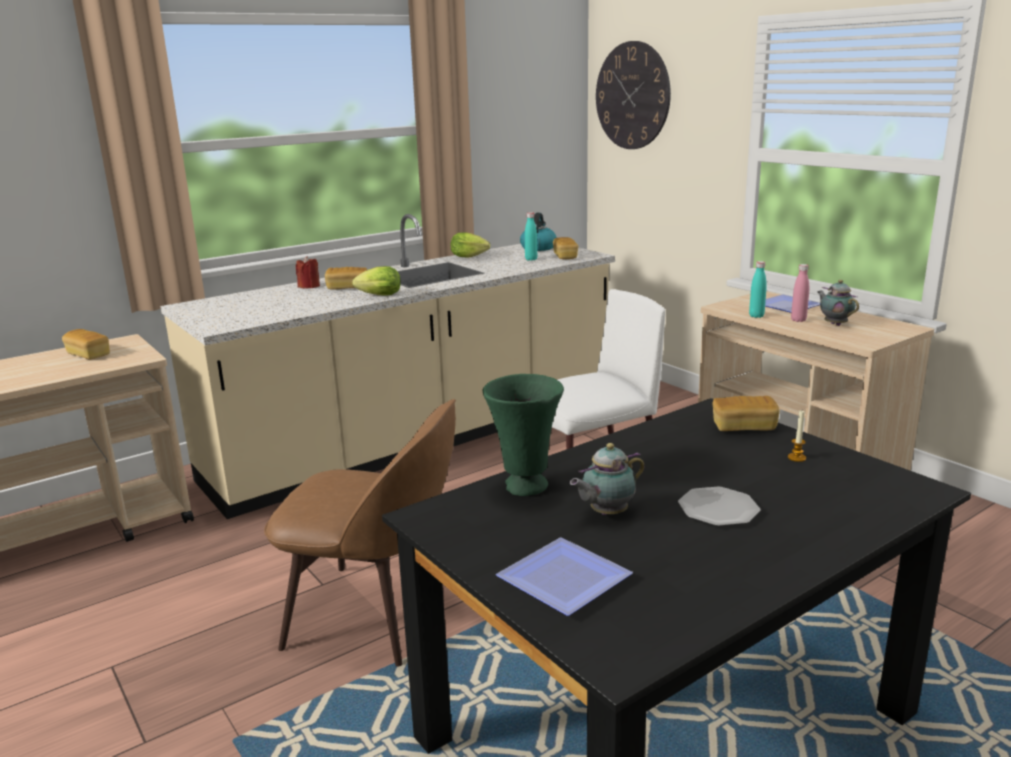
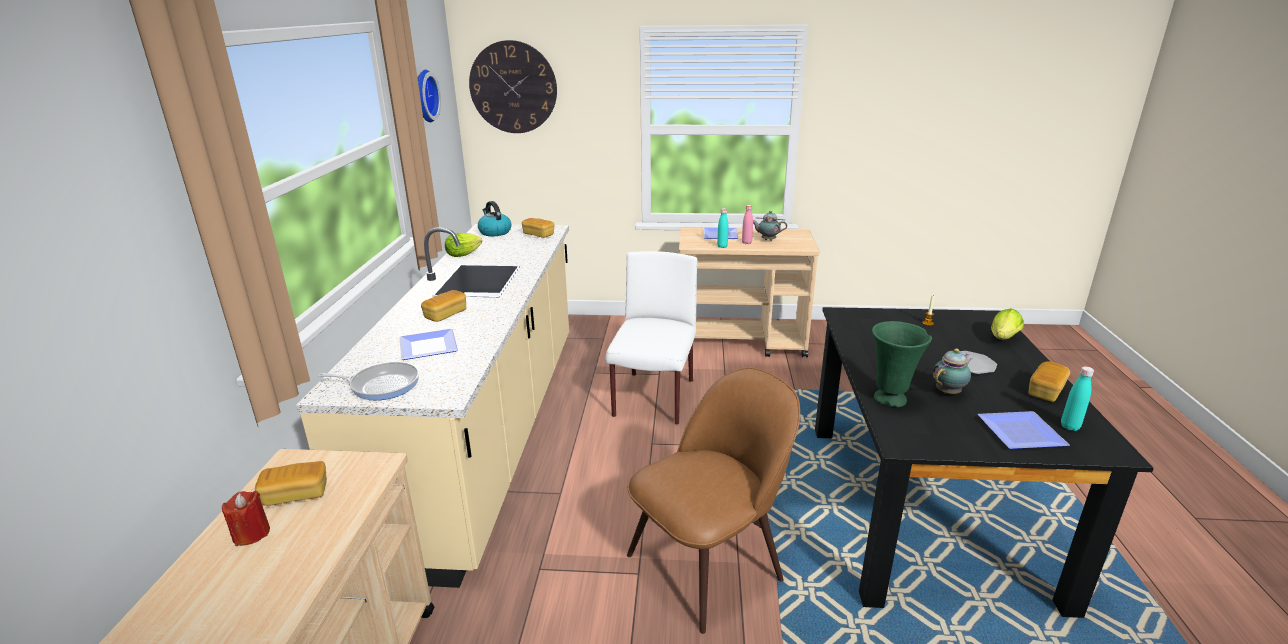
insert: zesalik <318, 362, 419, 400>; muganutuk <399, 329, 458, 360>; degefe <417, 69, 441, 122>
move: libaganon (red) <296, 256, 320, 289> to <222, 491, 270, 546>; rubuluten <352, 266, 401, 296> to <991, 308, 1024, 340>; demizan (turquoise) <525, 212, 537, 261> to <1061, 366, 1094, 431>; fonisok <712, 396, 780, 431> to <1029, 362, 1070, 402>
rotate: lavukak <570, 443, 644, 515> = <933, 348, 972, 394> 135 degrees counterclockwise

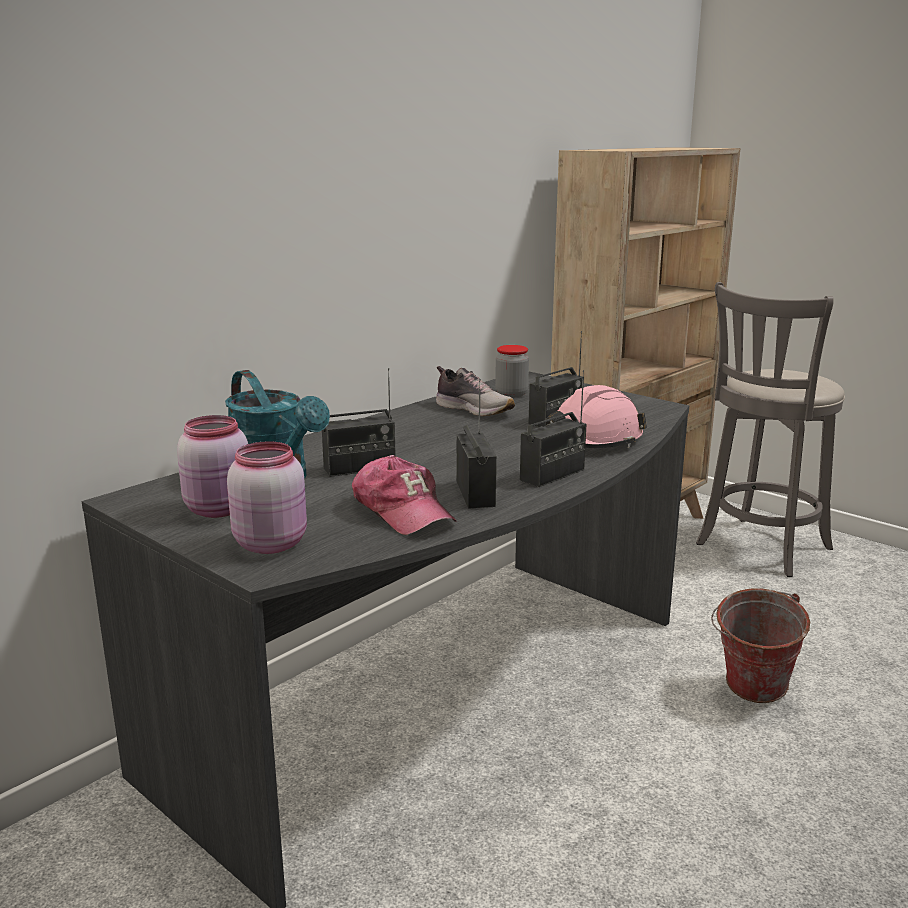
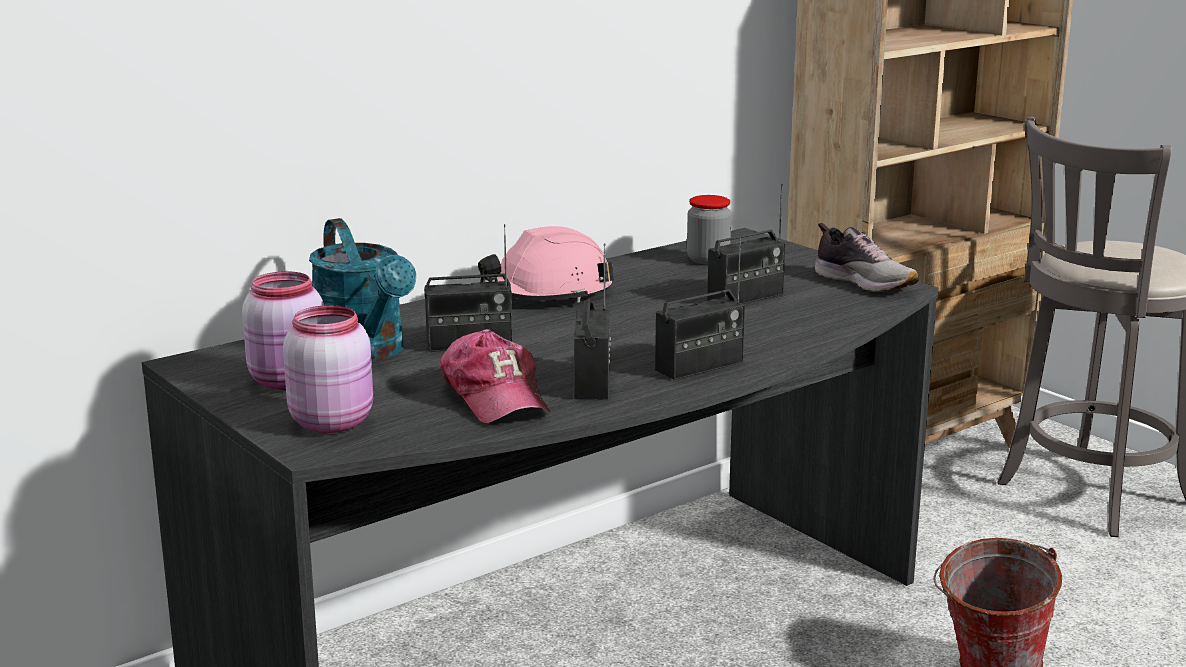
move: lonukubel <436, 366, 515, 416> to <815, 223, 919, 292>; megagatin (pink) <545, 385, 647, 448> to <478, 226, 614, 303>

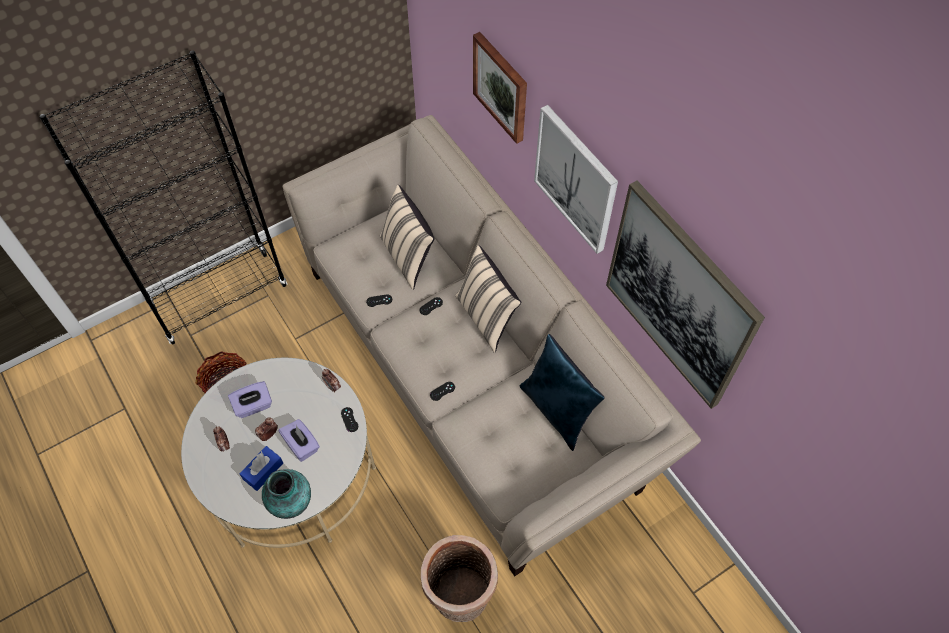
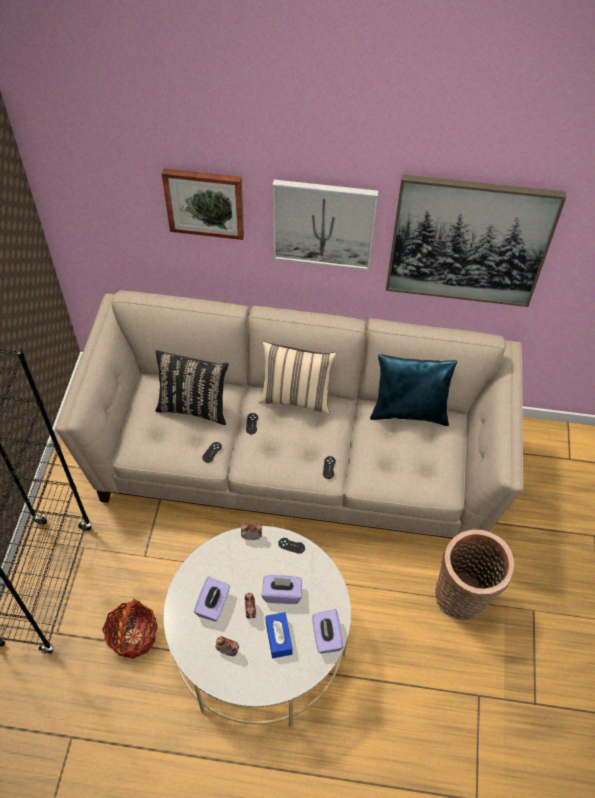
replace: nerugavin <262, 469, 311, 519> to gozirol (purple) <312, 609, 343, 654>
recolor: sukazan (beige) <380, 185, 434, 290> to sukazan (black) <155, 350, 229, 425>

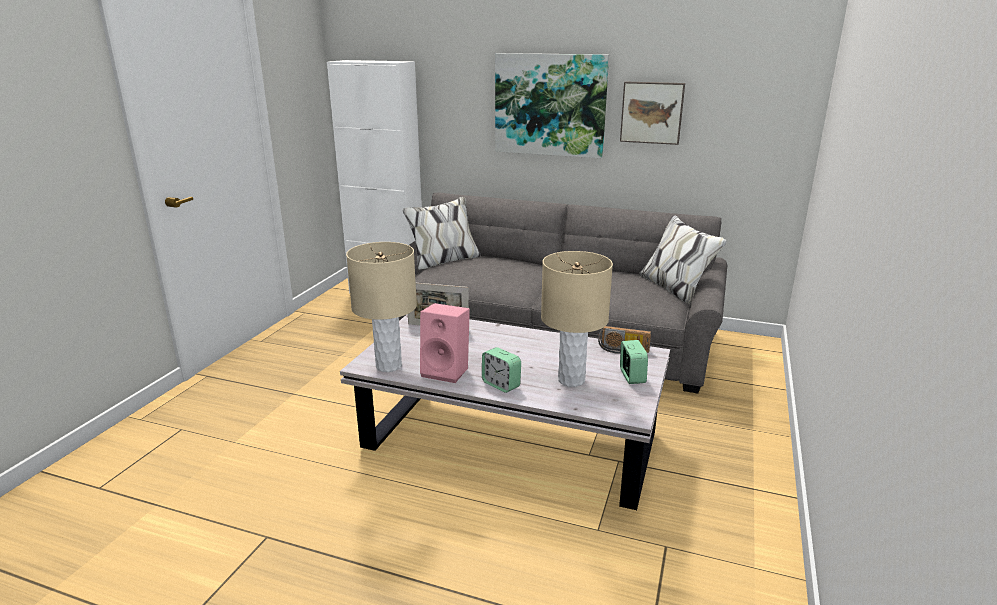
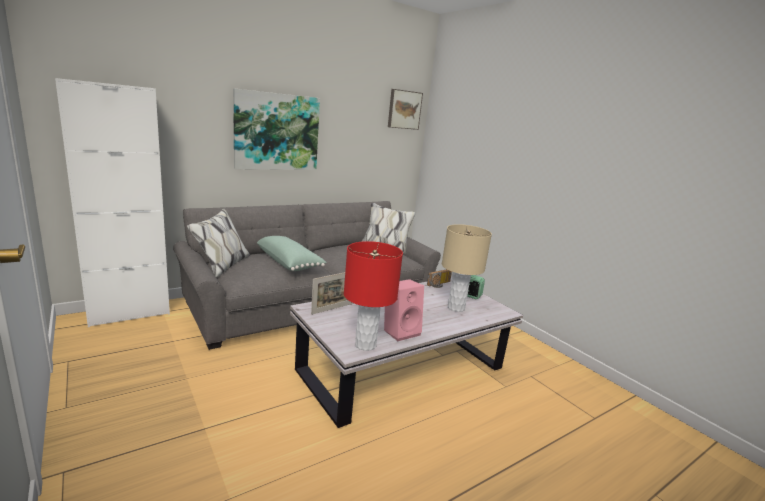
delete: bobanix <482, 347, 521, 393>
insert: sukazan (green) <257, 236, 326, 271>
move: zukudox <620, 81, 685, 145> to <388, 89, 423, 130>
recolor: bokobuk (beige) <346, 242, 417, 372> to bokobuk (red) <344, 241, 403, 351>

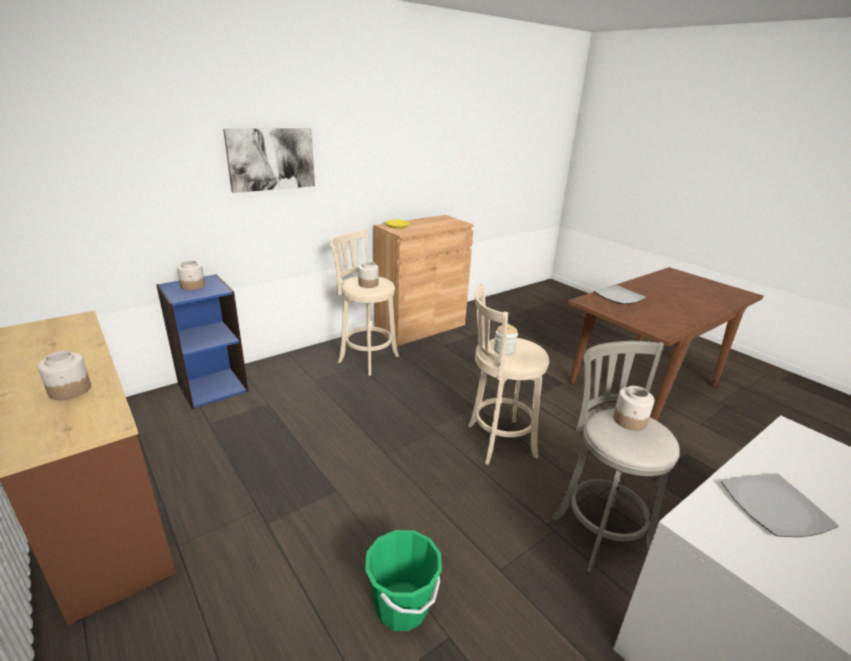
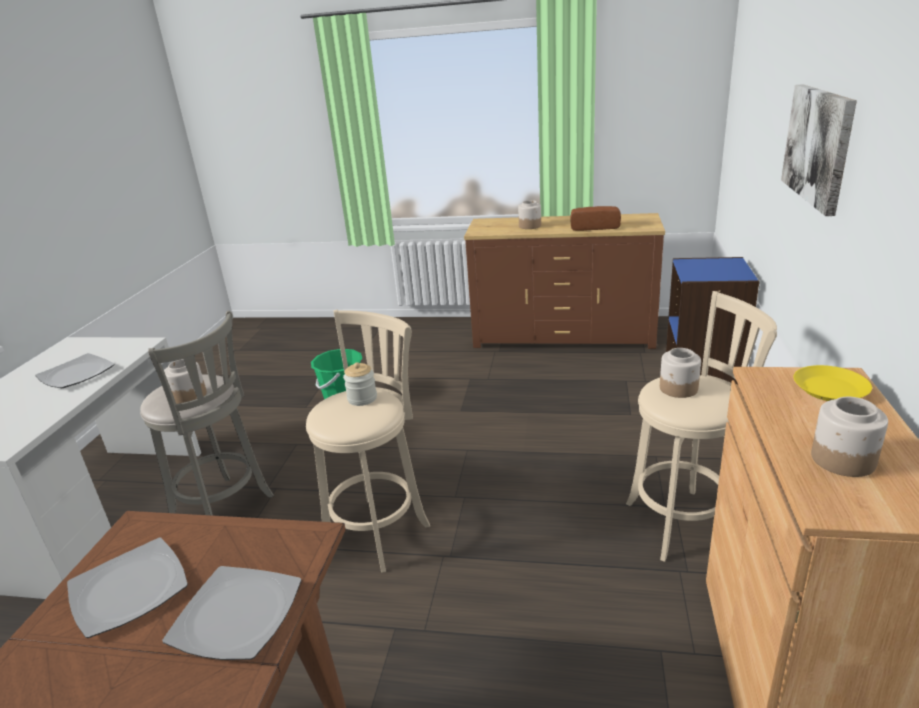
insert: muganutuk <67, 538, 188, 638>; fonisok <570, 206, 621, 231>
move: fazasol <177, 261, 205, 290> to <811, 397, 888, 477>

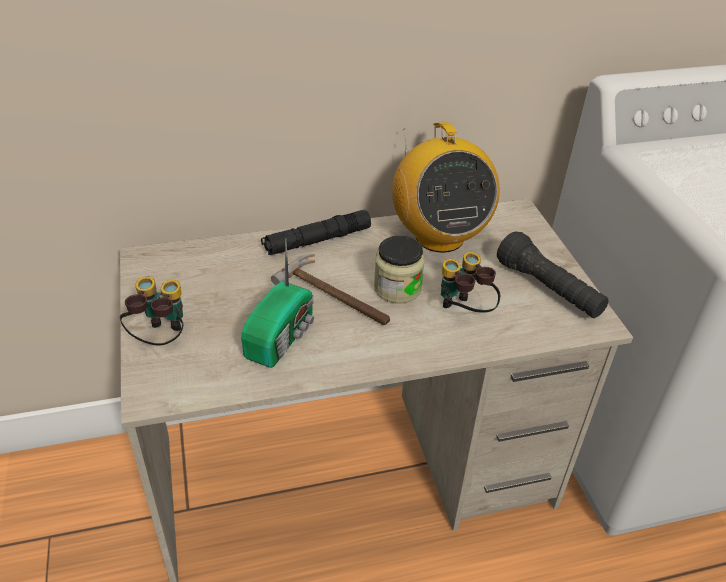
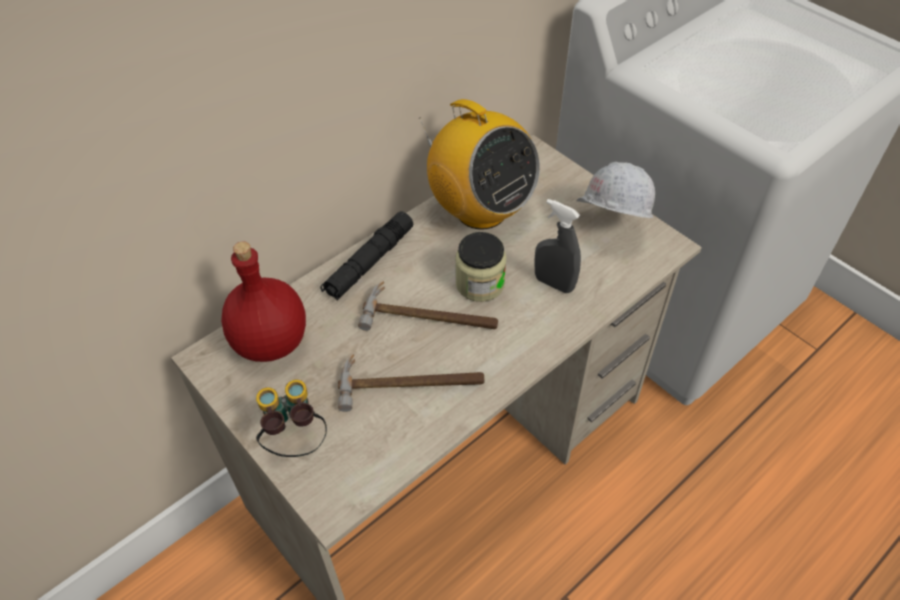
insert: demizan (red) <221, 242, 306, 362>
replace: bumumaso <241, 239, 314, 368> to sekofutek <338, 354, 485, 412>; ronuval <441, 252, 500, 313> to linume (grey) <535, 199, 581, 293>; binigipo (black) <497, 232, 608, 318> to megagatin (white) <576, 162, 655, 218>

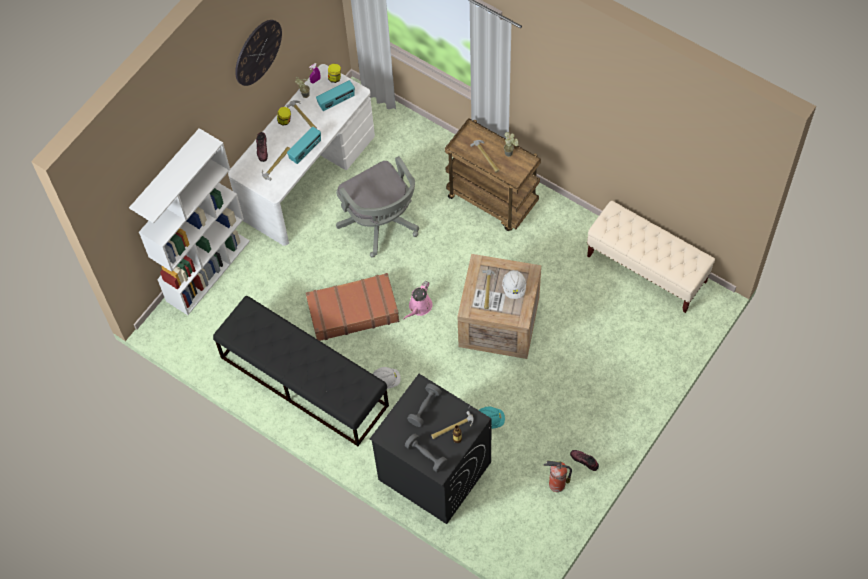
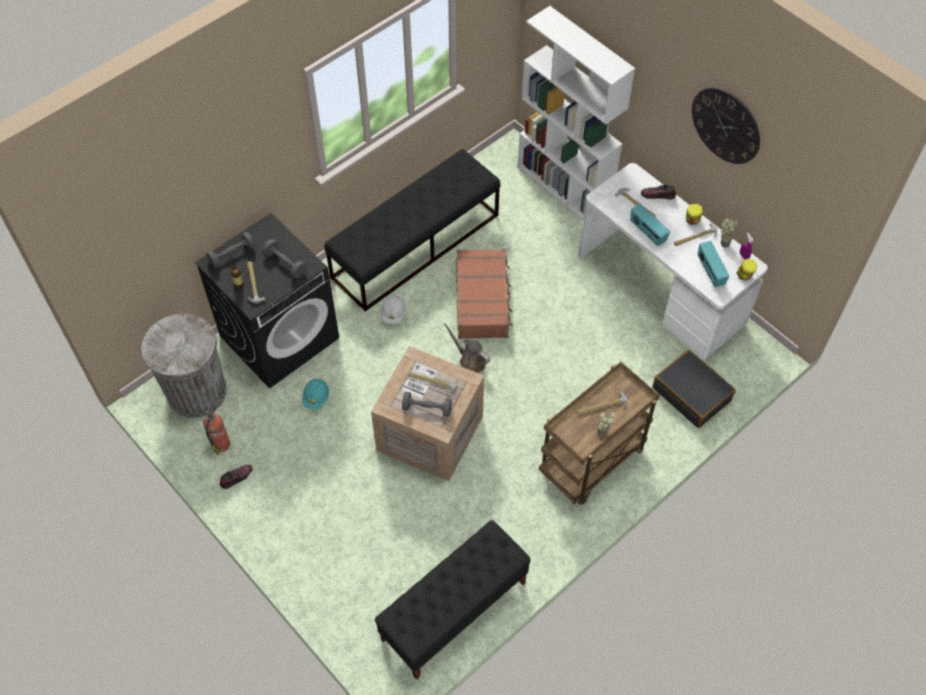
delete: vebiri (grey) <336, 156, 419, 257>
insert: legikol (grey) <142, 314, 227, 418>; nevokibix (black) <653, 350, 736, 428>
replace: megagatin (white) <502, 270, 526, 299> to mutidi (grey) <402, 392, 452, 417>
recolor: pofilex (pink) <403, 281, 433, 320> to pofilex (brown) <444, 323, 490, 373>; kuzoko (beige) <587, 201, 715, 313> to kuzoko (black) <375, 520, 531, 680>

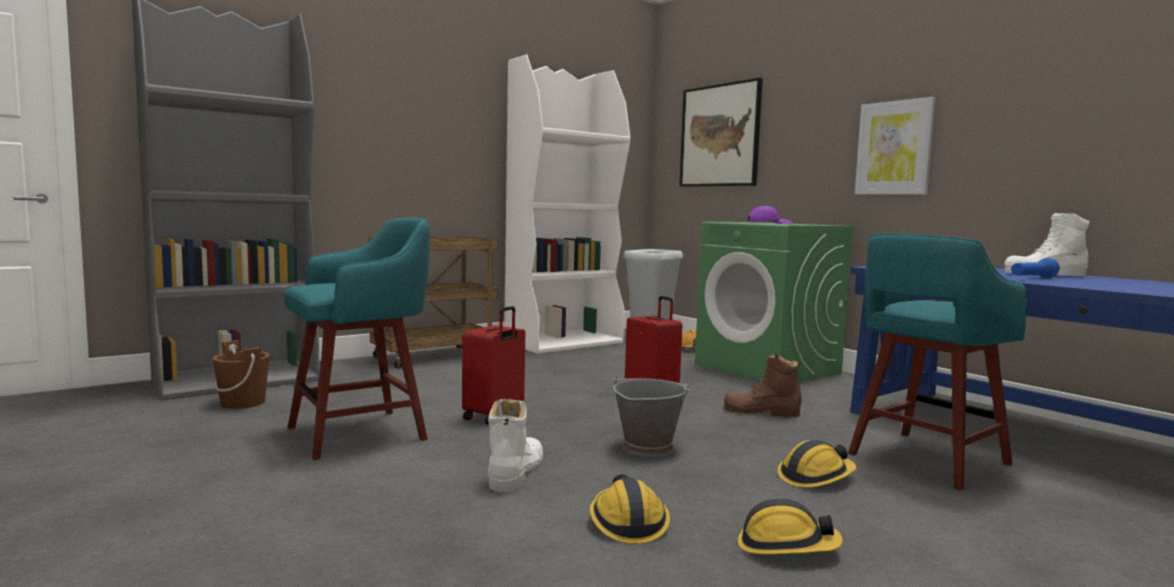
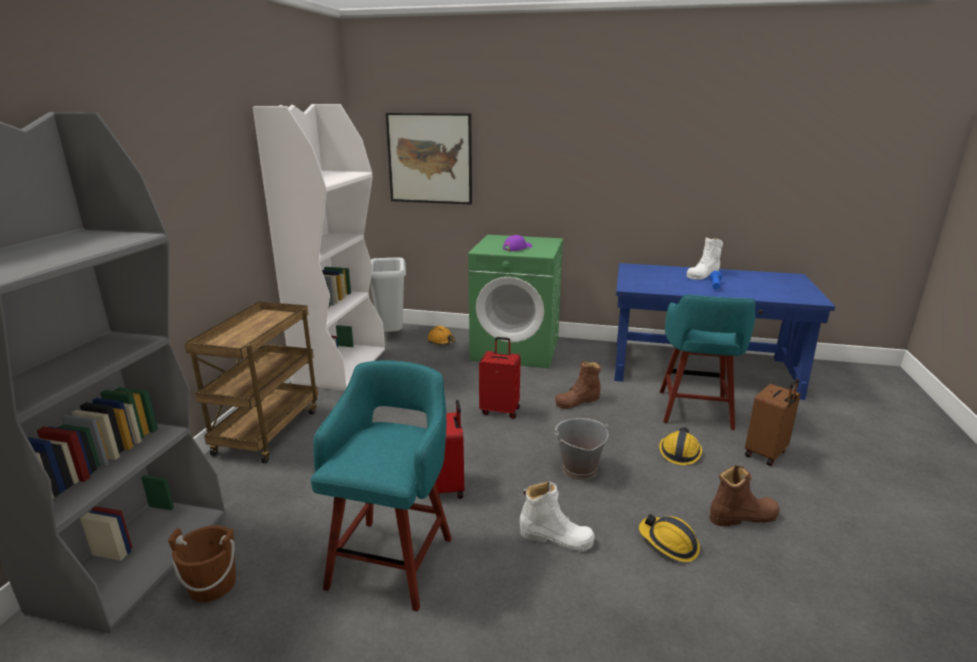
delete: zukudox <855, 97, 936, 195>
insert: nevokibix (brown) <745, 379, 801, 466>
replace: megagatin <738, 498, 843, 554> to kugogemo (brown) <709, 466, 780, 526>
rotate: kugogemo (white) <487, 399, 543, 492> = <520, 481, 595, 552> 135 degrees clockwise

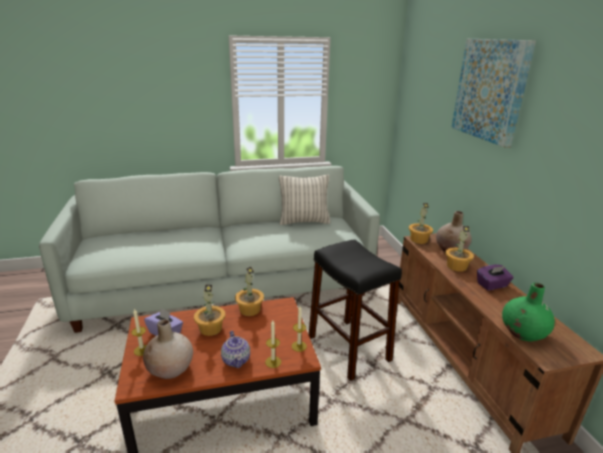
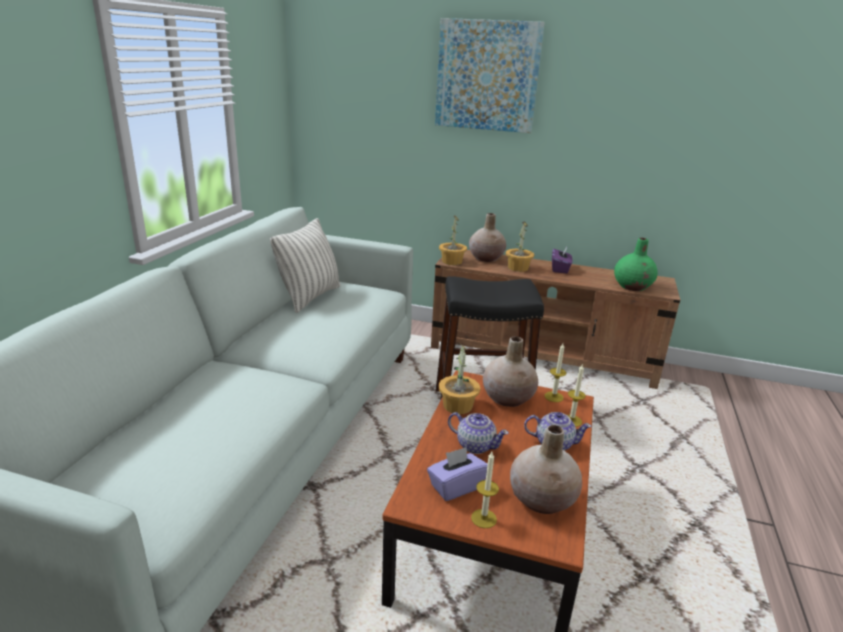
insert: nerugavin (beige) <483, 337, 538, 407>
replace: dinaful <194, 285, 225, 336> to lavukak <448, 412, 509, 454>

